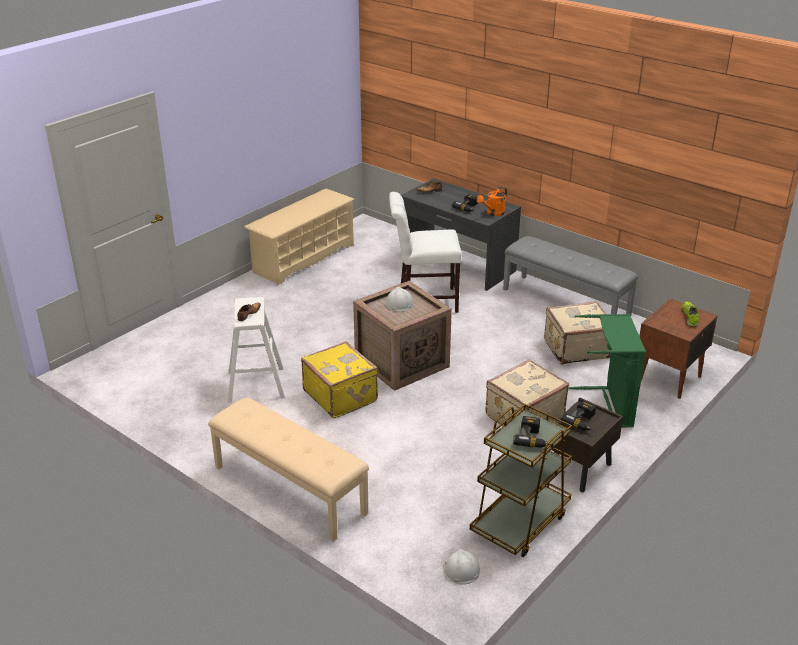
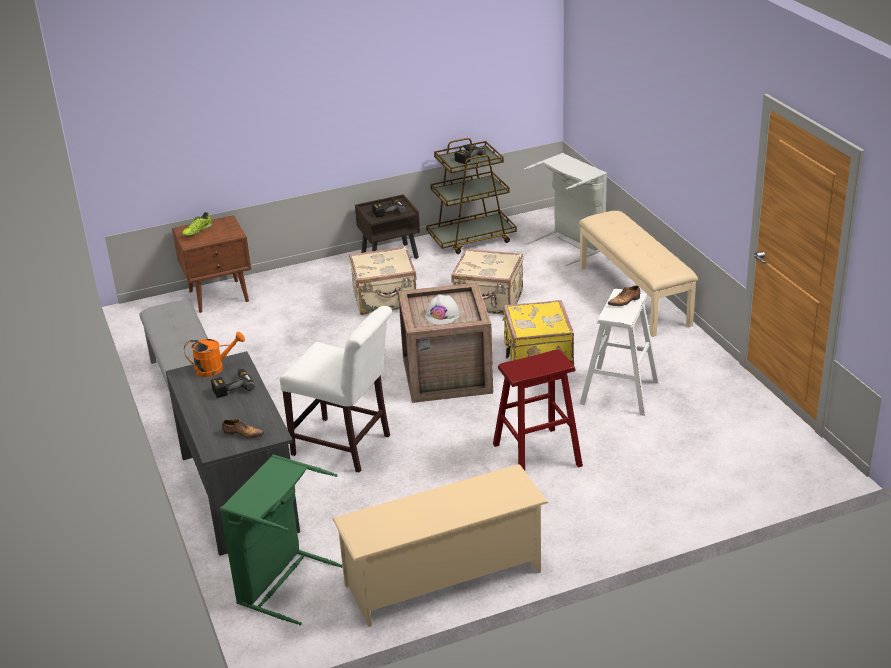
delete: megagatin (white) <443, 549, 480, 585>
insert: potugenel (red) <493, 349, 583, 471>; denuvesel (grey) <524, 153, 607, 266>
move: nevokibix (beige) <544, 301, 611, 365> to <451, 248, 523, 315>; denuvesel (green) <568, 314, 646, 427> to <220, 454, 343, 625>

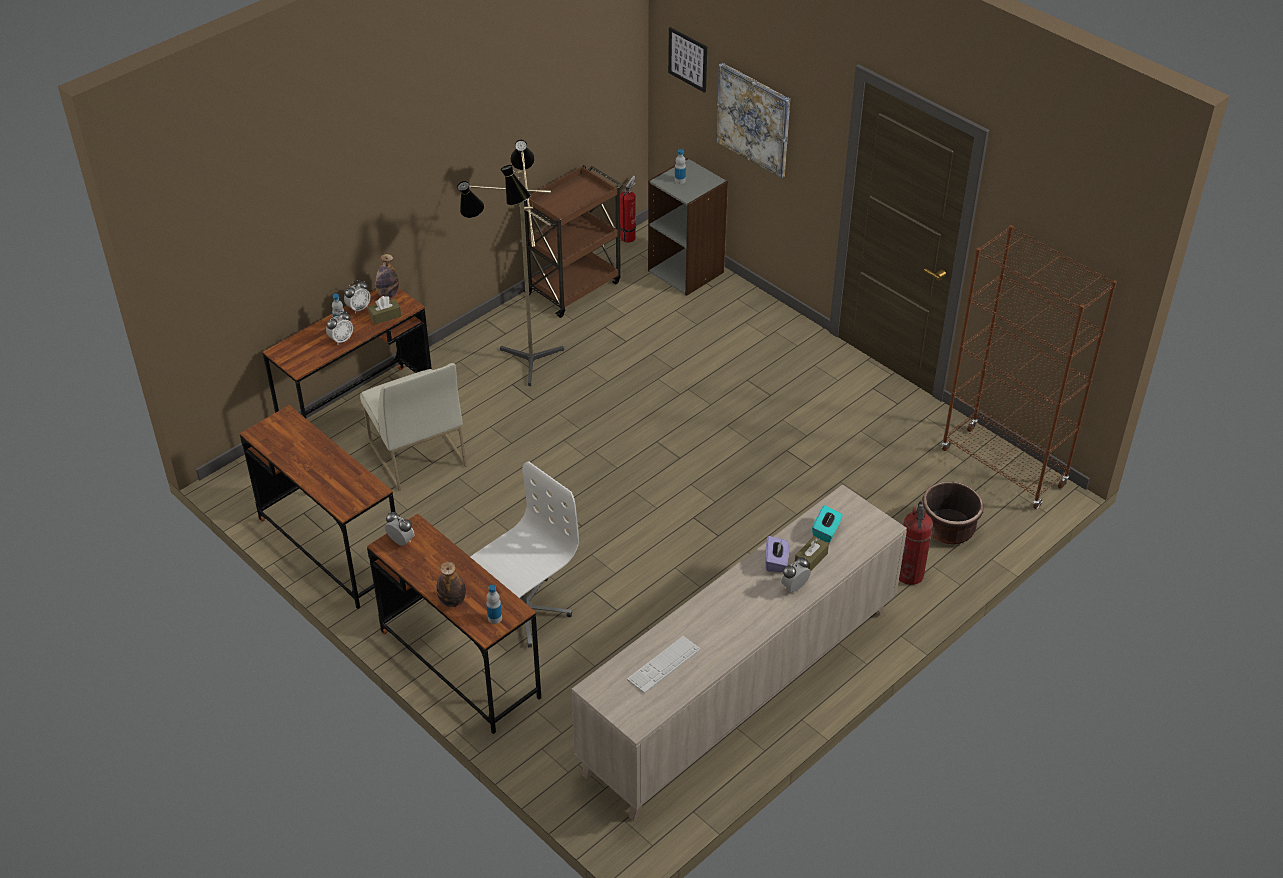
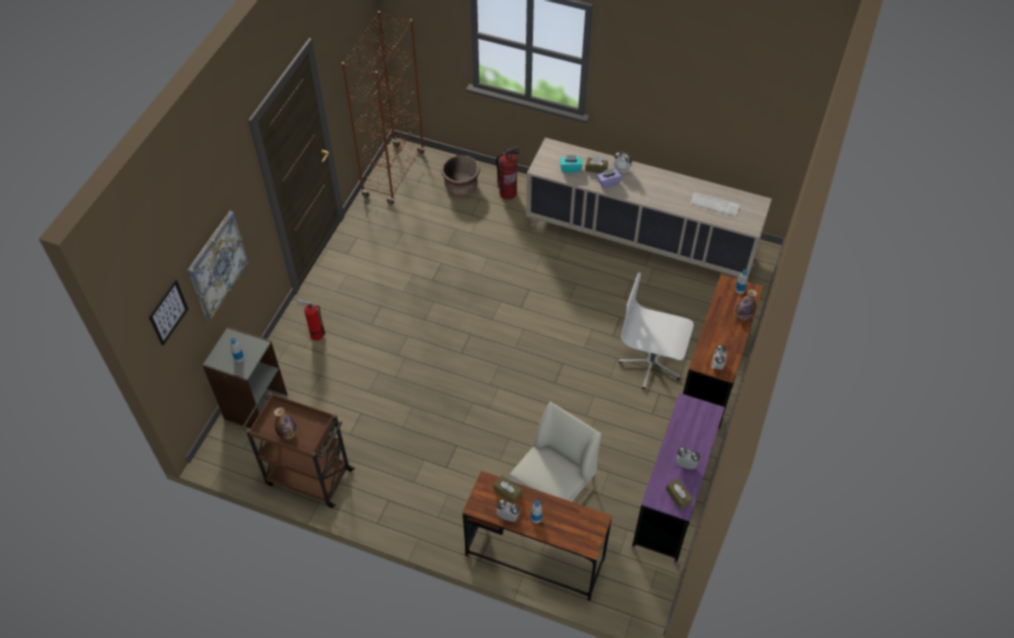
delete: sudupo <457, 140, 564, 386>
insert: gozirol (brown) <666, 479, 693, 509>
move: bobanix <326, 311, 353, 345> to <676, 447, 700, 469>; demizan <375, 254, 399, 298> to <274, 407, 297, 440>; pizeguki <620, 176, 636, 243> to <297, 299, 326, 340>
recolor: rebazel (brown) <240, 405, 395, 609> to rebazel (purple) <632, 393, 725, 564>

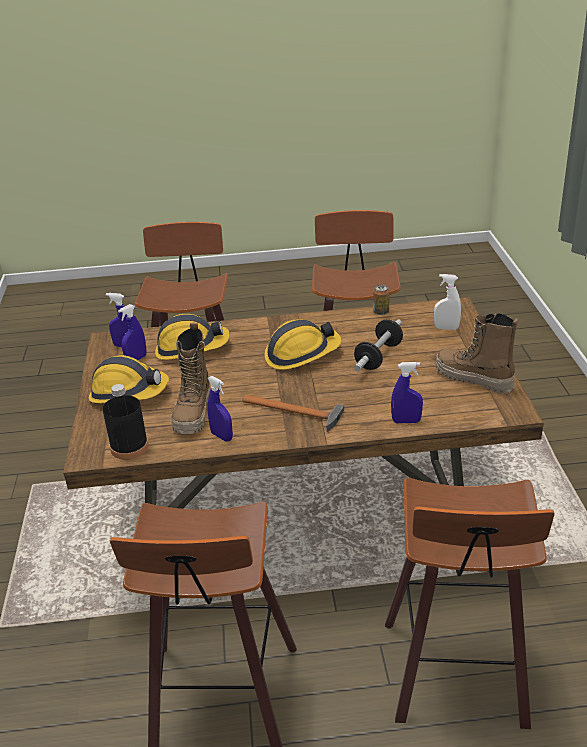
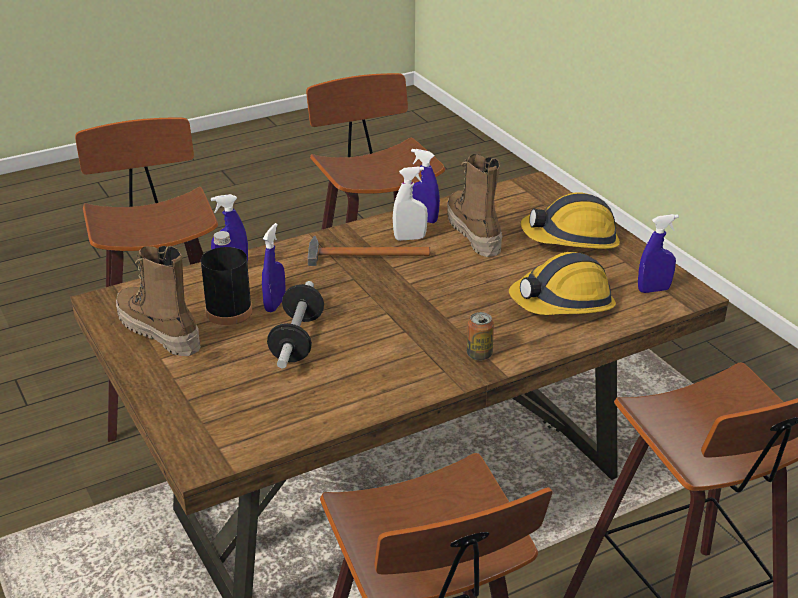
delete: megagatin <264, 319, 341, 370>
move: demizan (black) <102, 384, 149, 459> to <201, 231, 252, 325>; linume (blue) <118, 304, 146, 360> to <262, 223, 286, 312>; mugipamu <373, 285, 390, 315> to <467, 312, 494, 361>; linume (white) <434, 274, 461, 330> to <393, 166, 428, 241>
rotate: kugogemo <435, 313, 518, 393> = <116, 246, 201, 356> 150 degrees counterclockwise

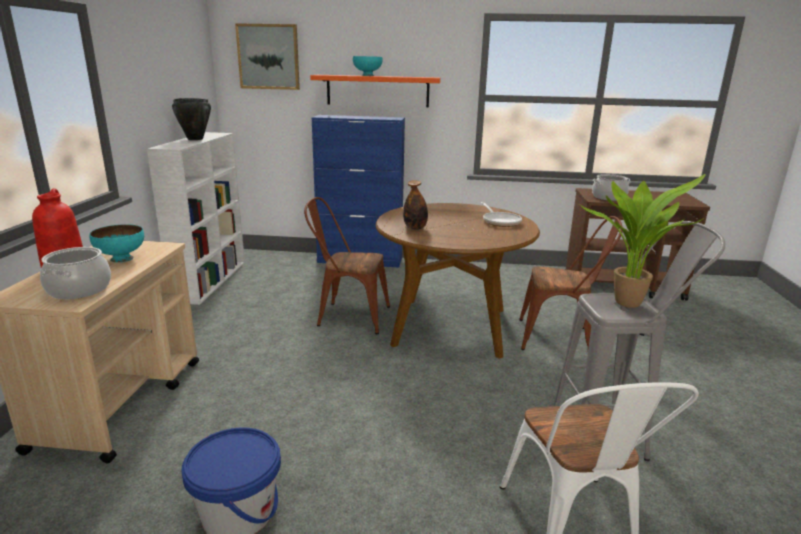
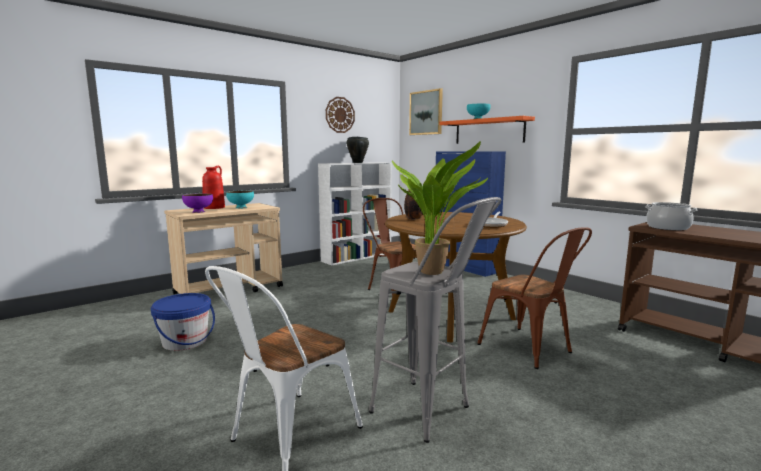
insert: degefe <326, 97, 355, 133>
replace: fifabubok <40, 247, 111, 299> to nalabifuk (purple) <182, 194, 213, 213>

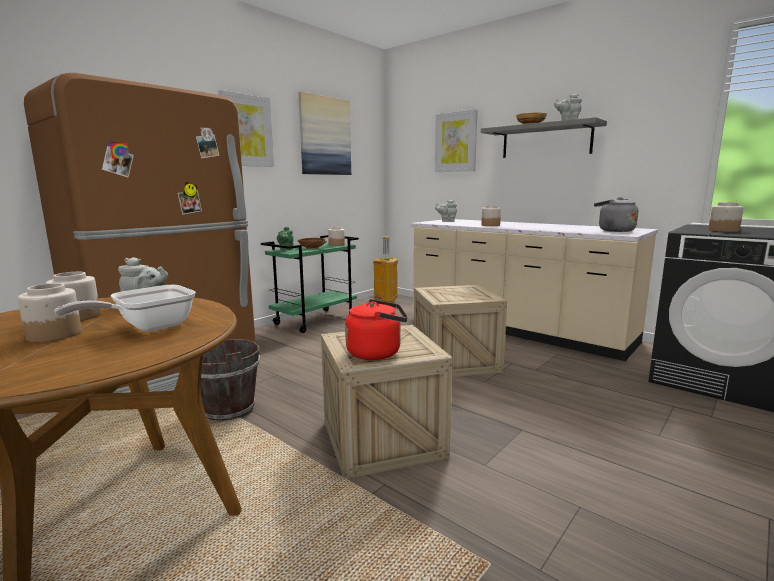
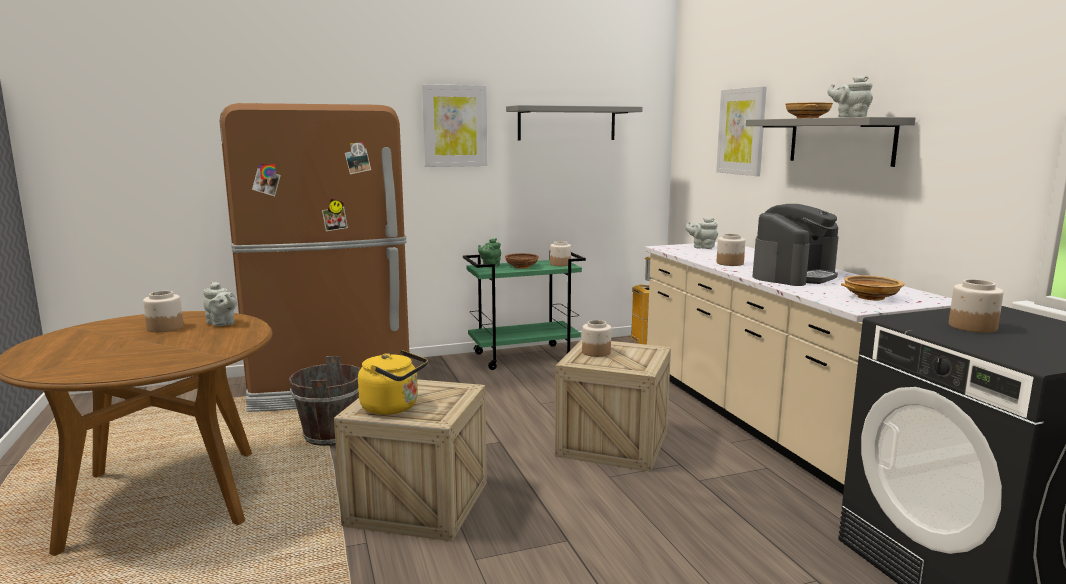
delete: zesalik <54, 285, 196, 332>
insert: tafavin <752, 204, 838, 286>
move: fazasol <18, 283, 82, 342> to <582, 320, 611, 357>
replace: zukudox <298, 92, 351, 175> to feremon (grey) <506, 105, 643, 141>; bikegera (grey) <594, 197, 638, 232> to nalabifuk (beige) <841, 275, 904, 300>
recolor: bikegera (red) <345, 299, 408, 360> to bikegera (yellow) <358, 350, 428, 415>

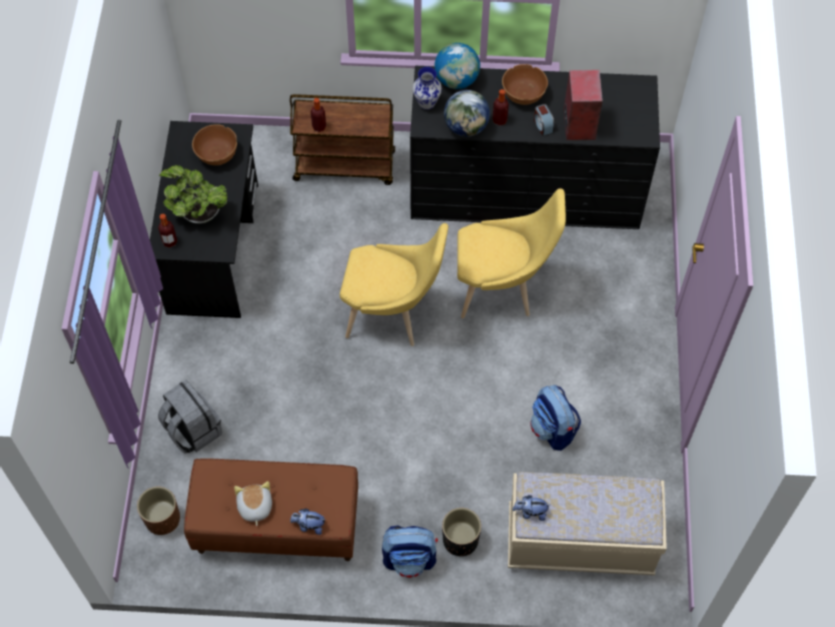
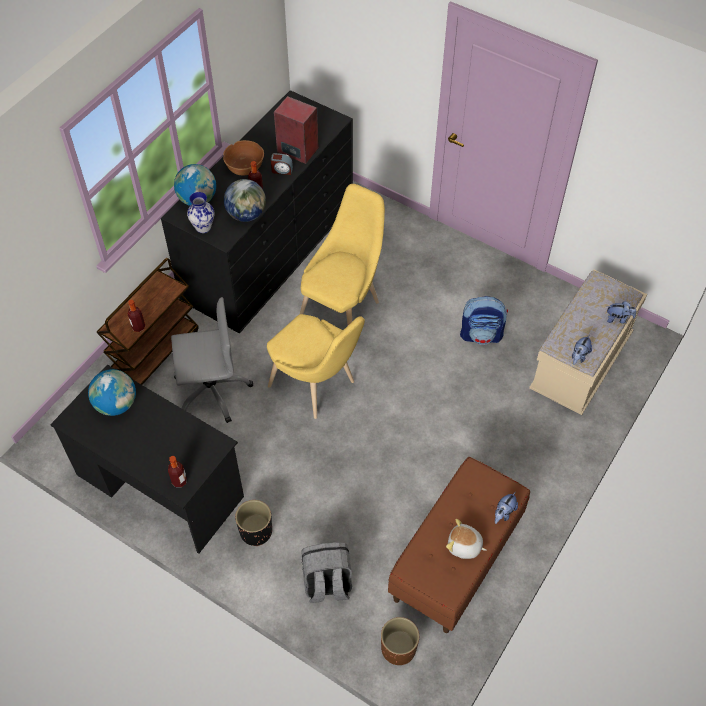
delete: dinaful <159, 165, 228, 224>; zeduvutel <382, 525, 438, 578>
insert: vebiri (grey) <171, 297, 253, 423>; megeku <607, 301, 636, 324>
move: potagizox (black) <442, 508, 481, 556> to <235, 500, 272, 546>
replace: nalabifuk (brown) <192, 124, 237, 166> to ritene <88, 369, 136, 416>
rotate: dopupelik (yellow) <340, 223, 448, 346> = <267, 314, 365, 419> 90 degrees clockwise

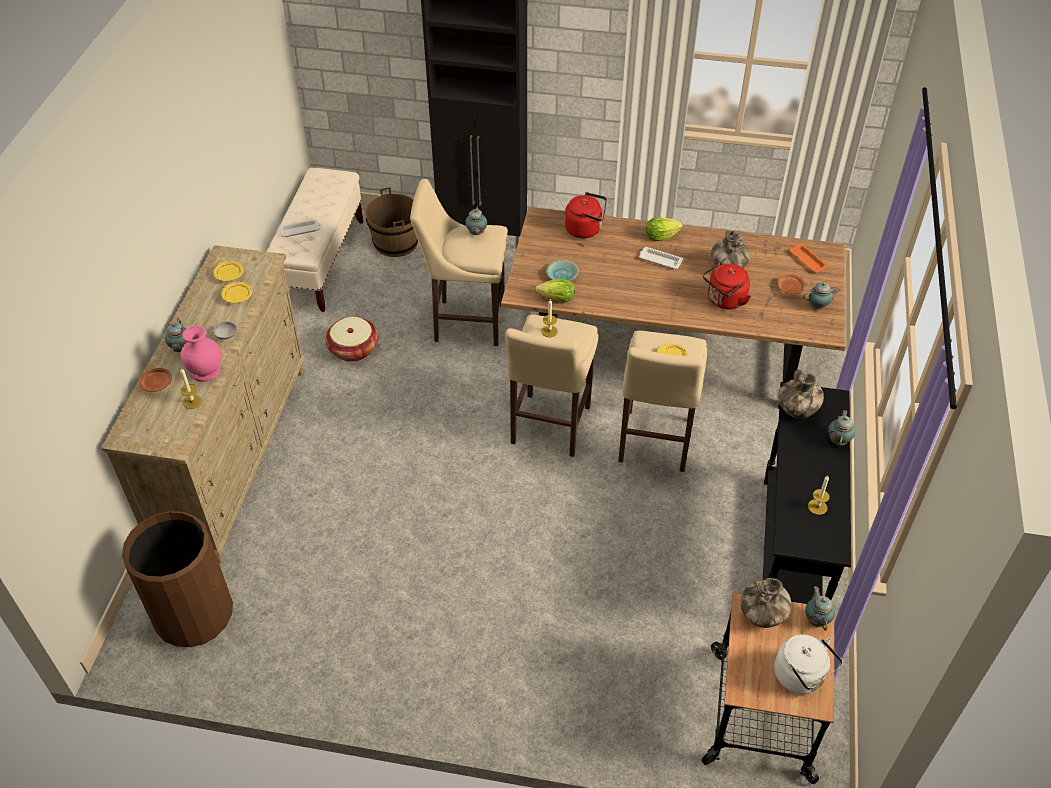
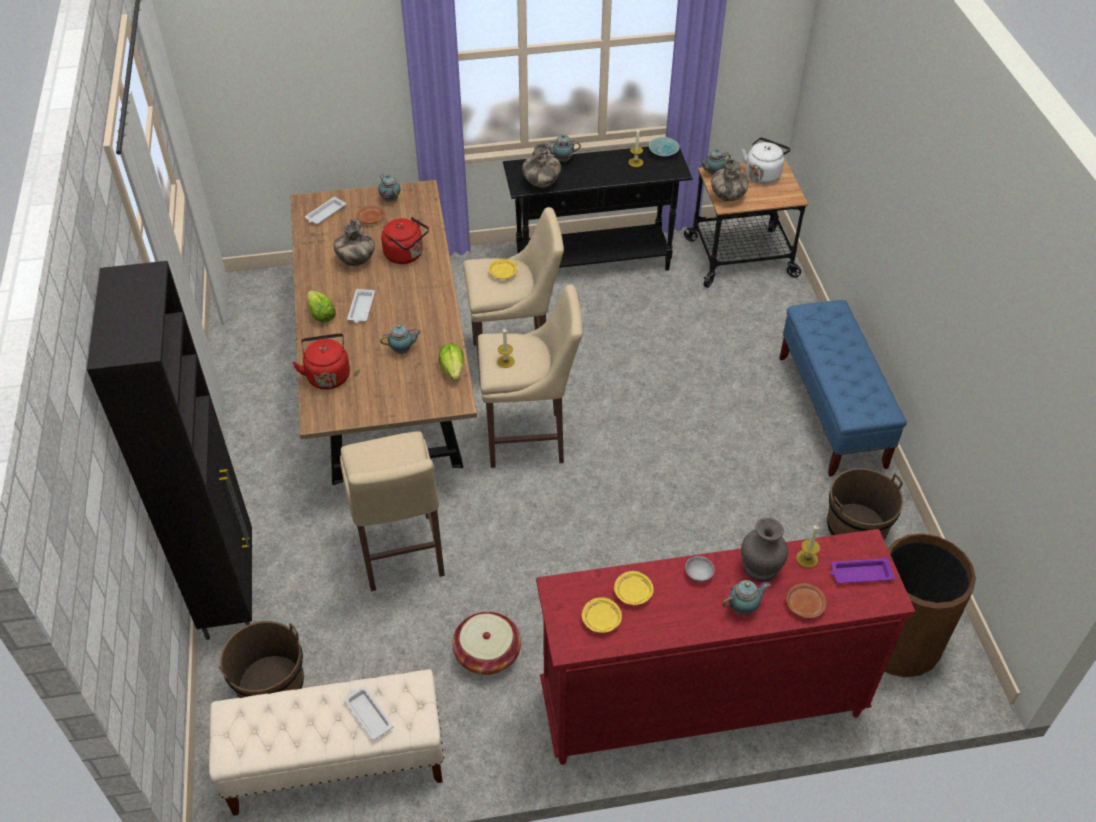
insert: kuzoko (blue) <779, 300, 907, 477>; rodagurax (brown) <827, 468, 903, 540>; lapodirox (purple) <831, 558, 895, 584>
move: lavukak <465, 206, 487, 235> to <380, 325, 421, 354>; nalabifuk (turquoise) <546, 260, 578, 281> to <649, 137, 679, 157>
recolor: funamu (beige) <101, 245, 306, 563> to funamu (red) <536, 529, 915, 765>; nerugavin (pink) <181, 325, 221, 382> to nerugavin (grey) <741, 518, 788, 582>; lapodirox (orange) <788, 243, 829, 273> to lapodirox (white) <305, 197, 346, 224>

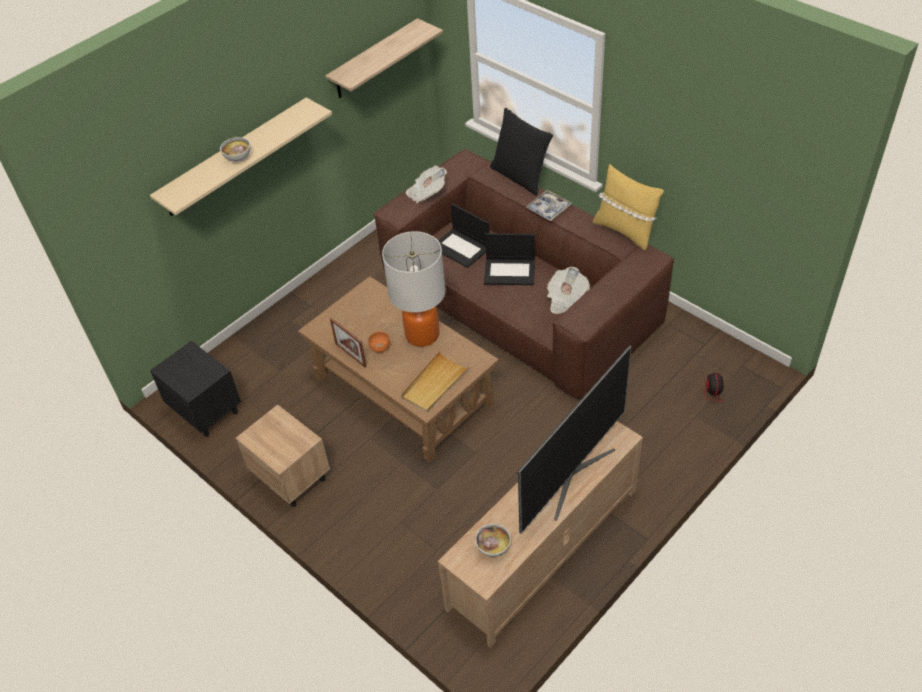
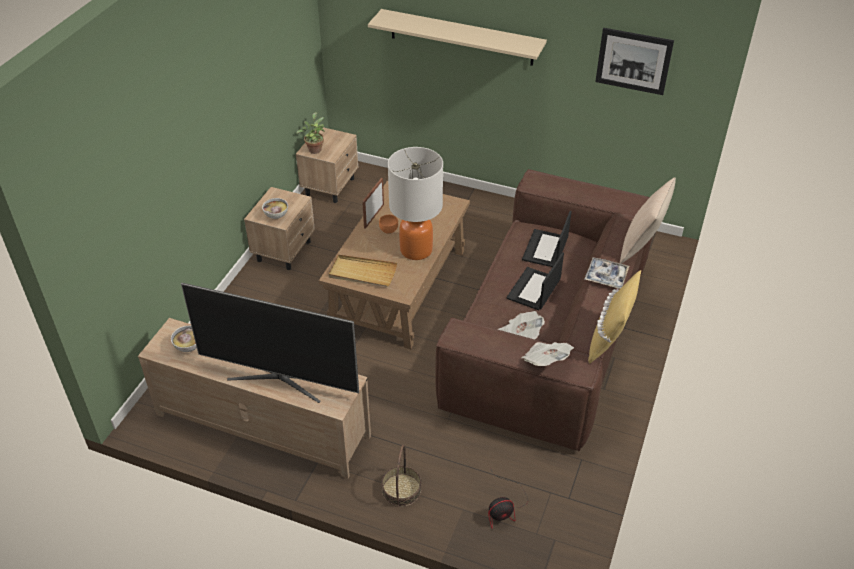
insert: dinaful <296, 112, 325, 154>; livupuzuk <381, 444, 421, 507>
move: nalabifuk <220, 137, 250, 162> to <262, 198, 288, 219>; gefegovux <406, 165, 447, 204> to <522, 342, 574, 366>
replace: feremon <325, 18, 443, 98> to zukudox <595, 28, 674, 95>
recolor: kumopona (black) <150, 341, 241, 437> to kumopona (beige) <296, 128, 358, 203>; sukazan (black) <490, 108, 553, 196> to sukazan (beige) <620, 178, 676, 264>
rotate: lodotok <484, 233, 535, 285> = <506, 252, 564, 310> 45 degrees clockwise

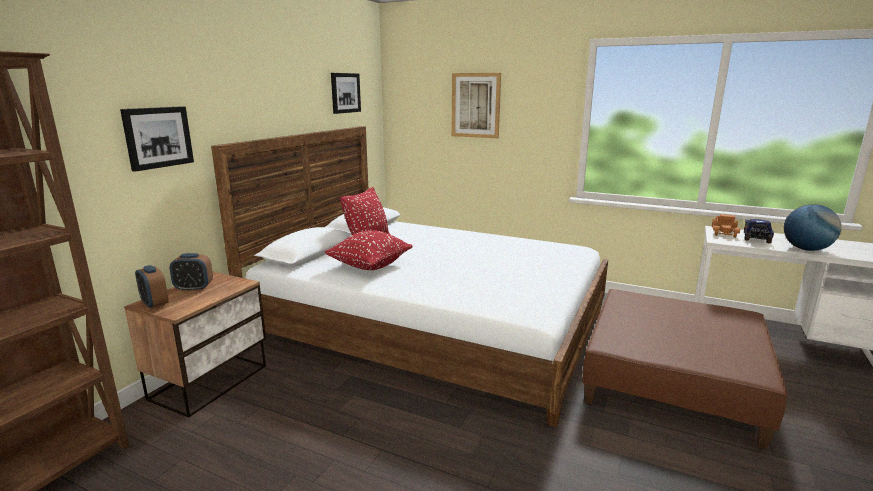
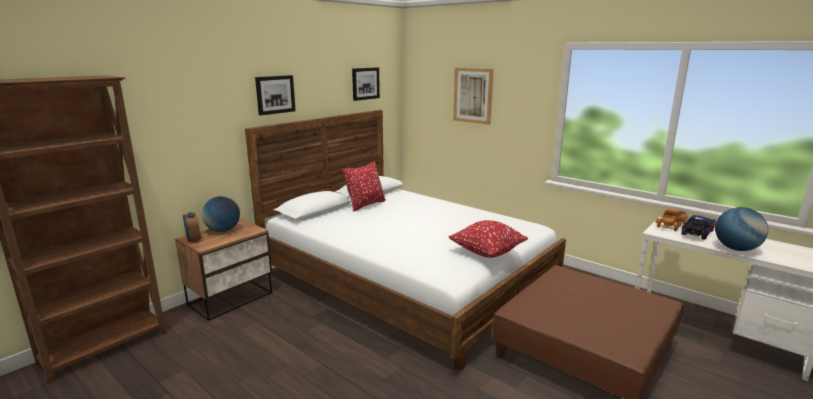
move: zukudox <120, 106, 194, 172> to <255, 75, 296, 115>; sukazan (red) <324, 230, 413, 270> to <449, 220, 528, 258>
replace: bobanix <169, 253, 213, 291> to ritene <202, 196, 240, 232>

